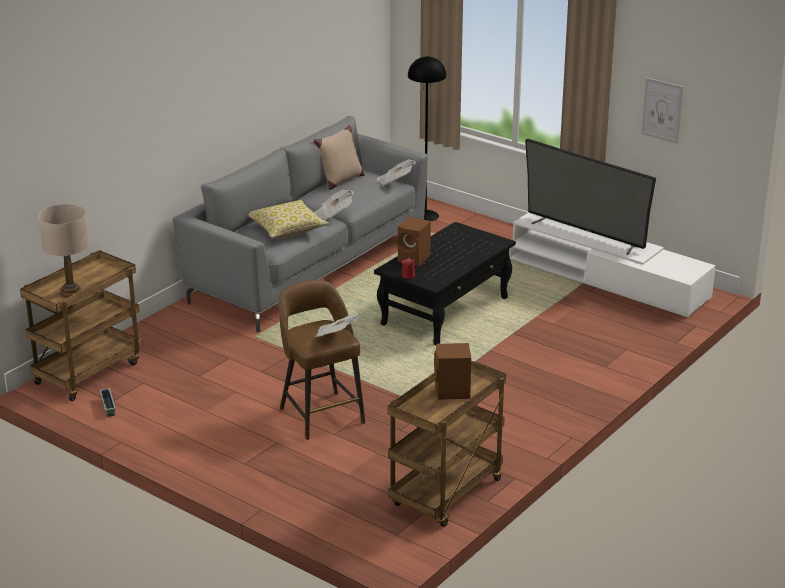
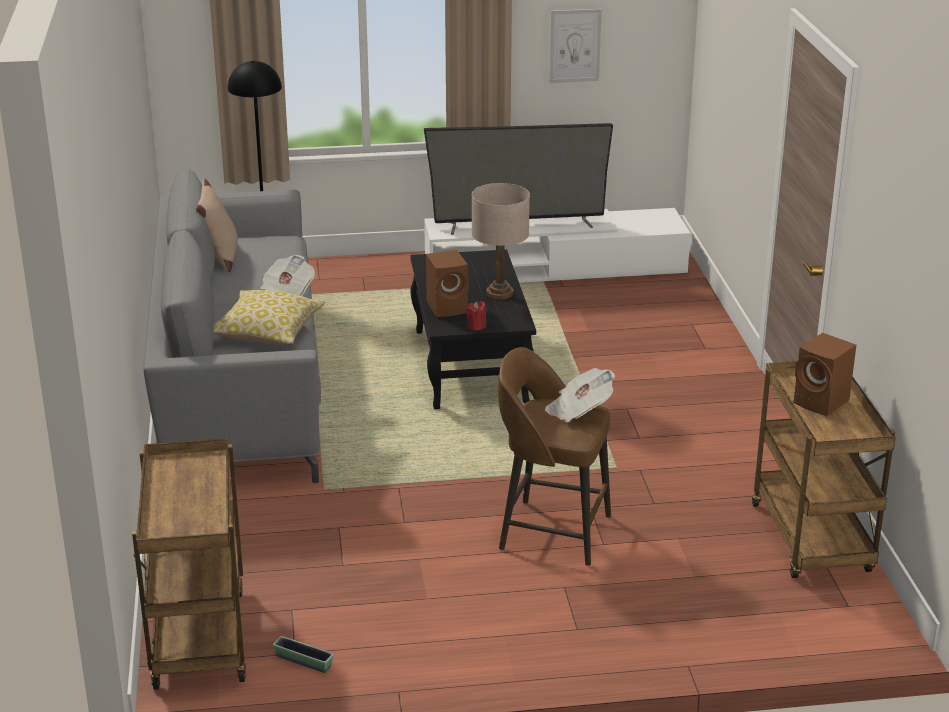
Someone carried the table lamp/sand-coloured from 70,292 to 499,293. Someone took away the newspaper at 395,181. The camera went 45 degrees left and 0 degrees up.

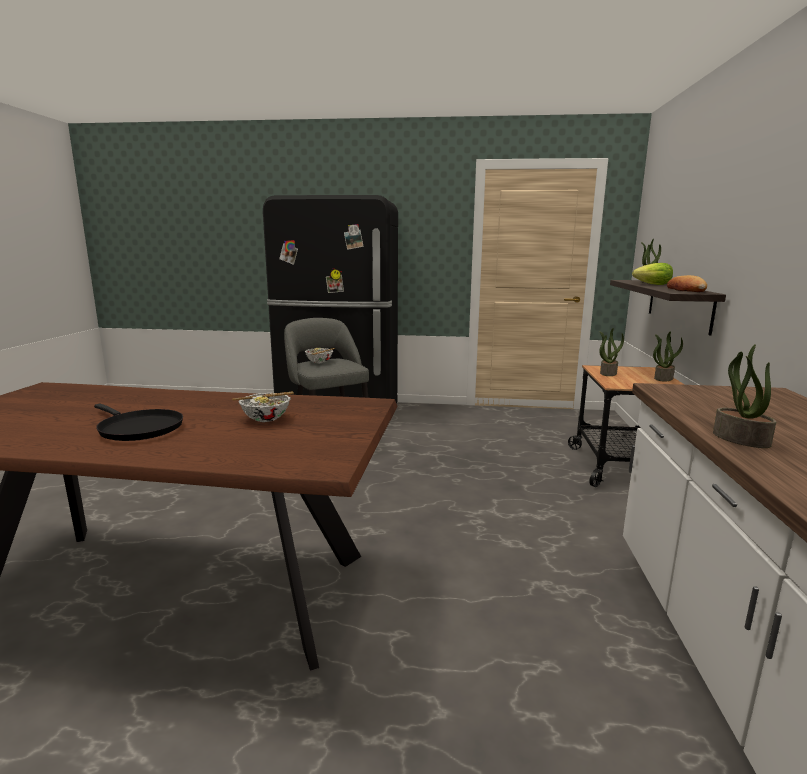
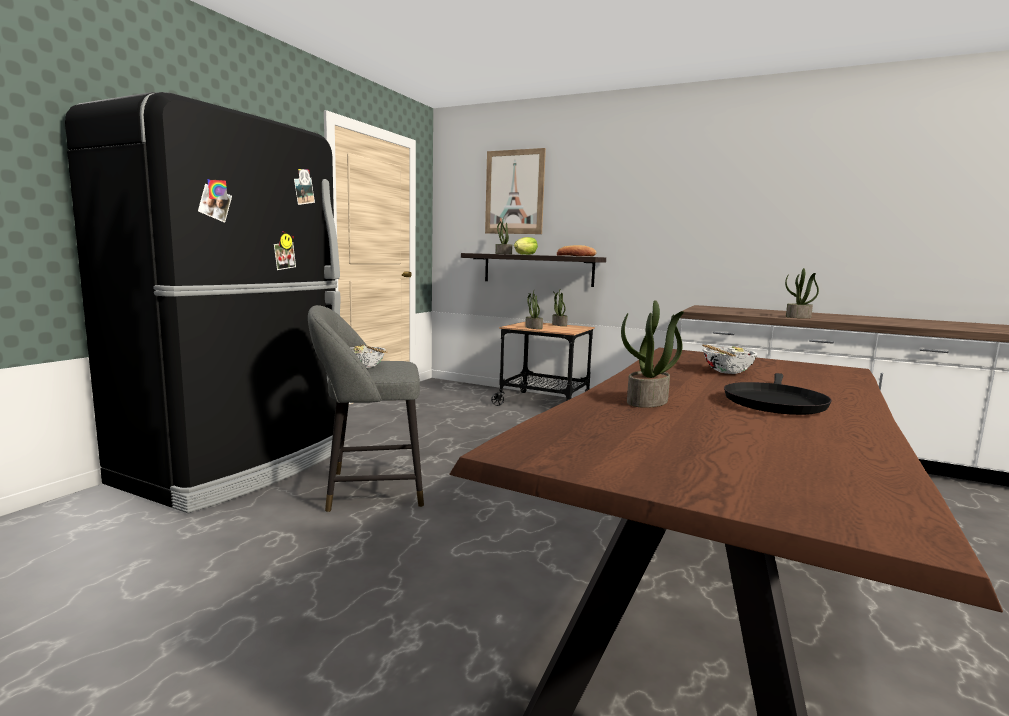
Someone rotated the frying pan/black-coloured at 138,428 by 150 degrees clockwise. Someone put up the picture at 514,192. Someone put down the potted plant at 648,402. The camera went 70 degrees left and 5 degrees down.

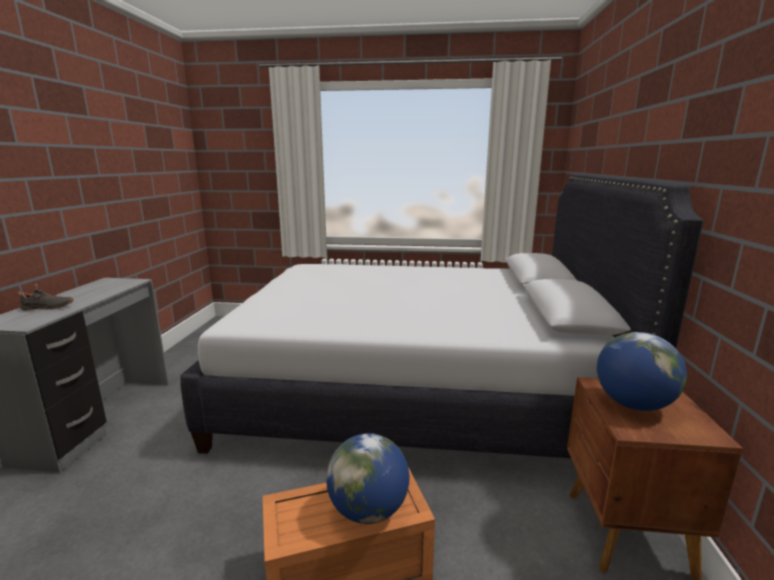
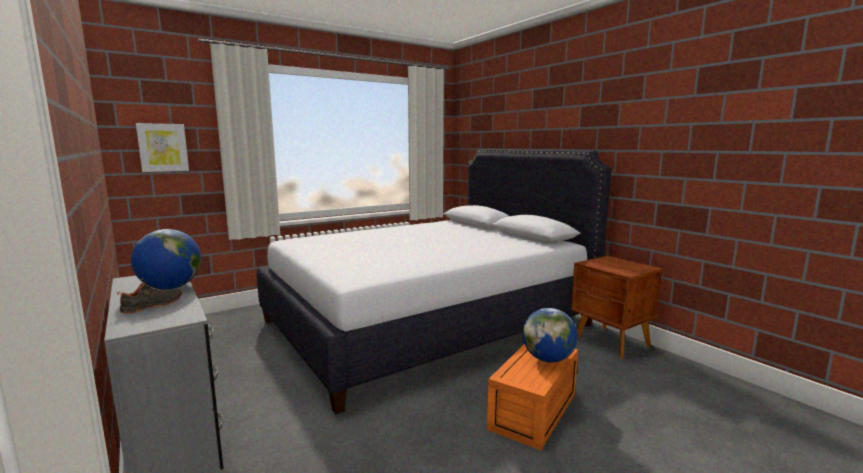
Someone carried the world globe from 633,404 to 171,287. Someone put up the picture at 163,147. The camera went 40 degrees left and 5 degrees down.

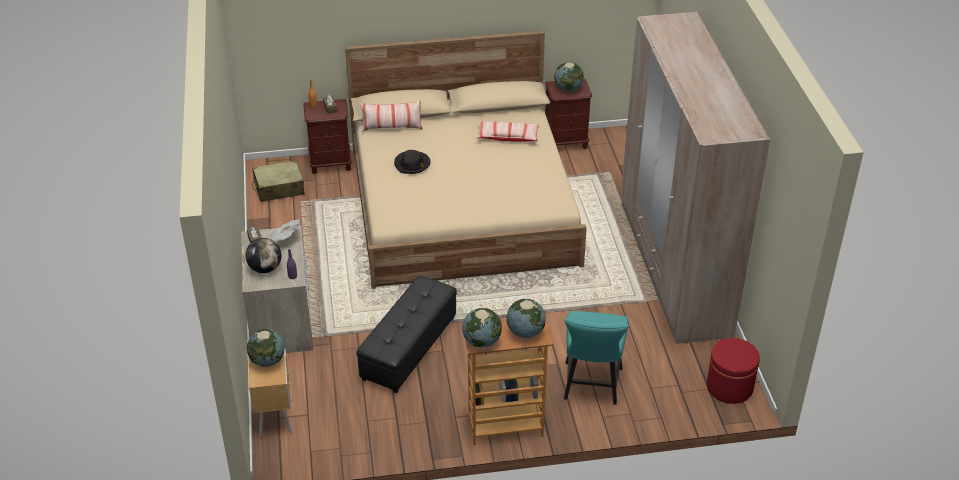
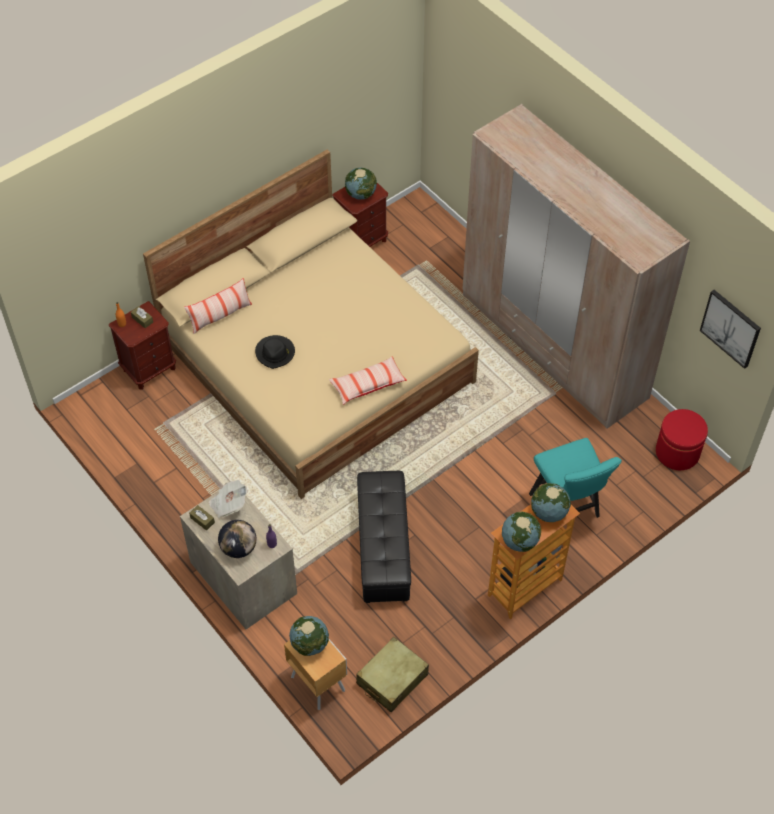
Someone carried the travel case/sand-coloured from 278,188 to 392,679. Someone carried the throw pillow from 507,137 to 368,384. Someone put up the picture at 731,328. The camera went 30 degrees left and 15 degrees up.

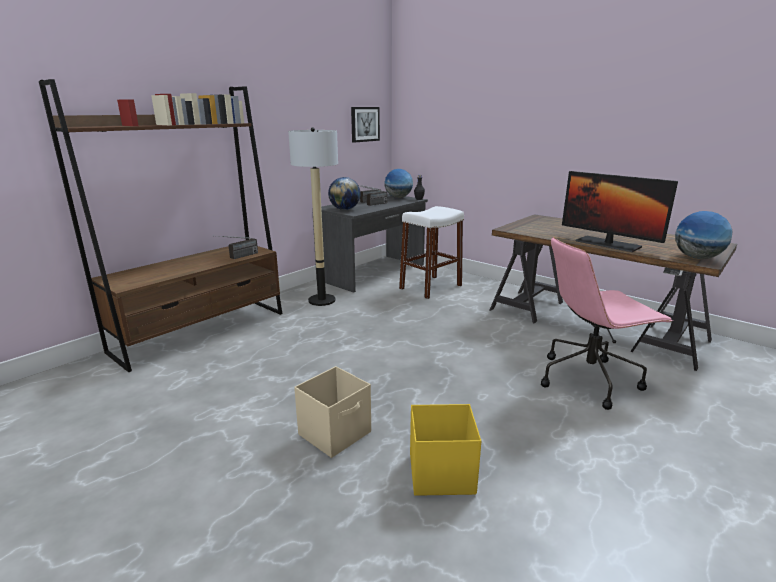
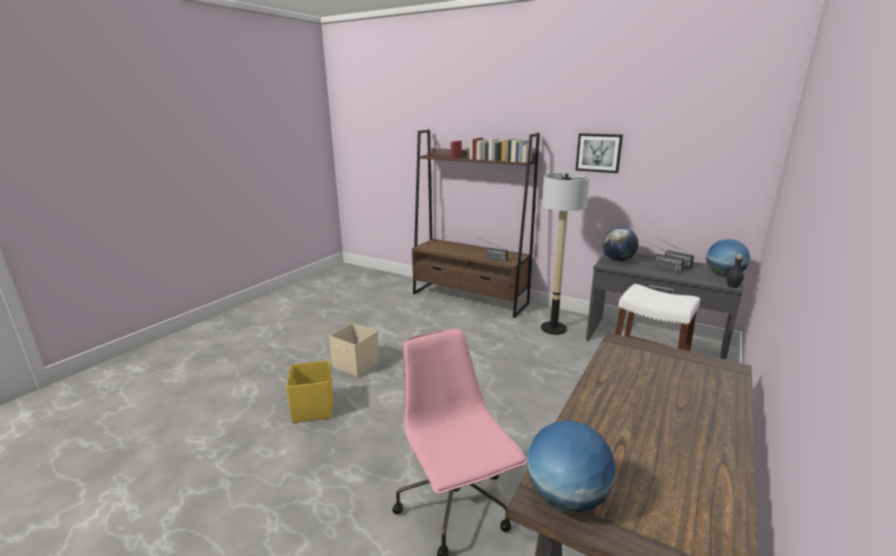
Someone carried the picture from 364,124 to 598,152. Someone took away the computer screen at 607,244. The camera went 80 degrees right and 0 degrees up.

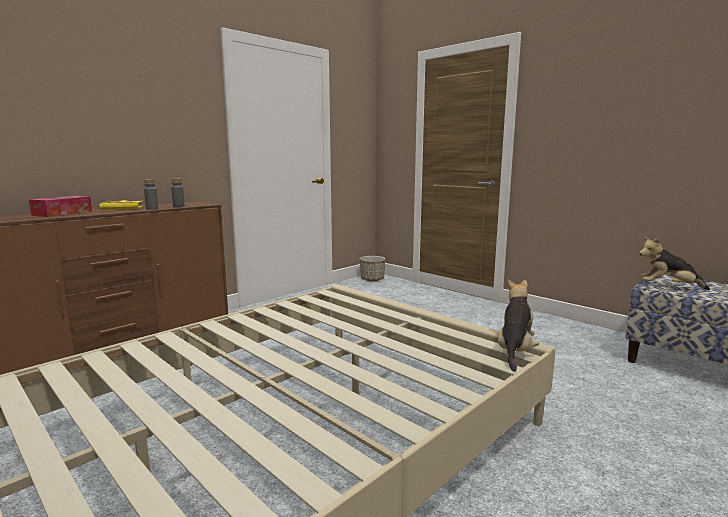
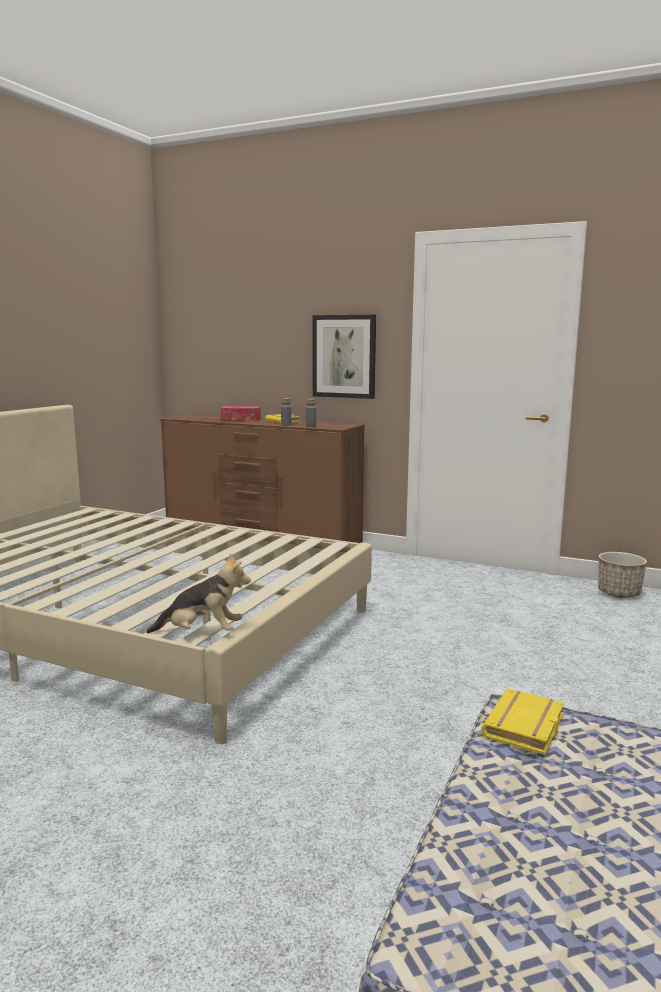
Someone swapped the cuddly toy at 668,287 for the bound book/yellow at 526,728. Someone put up the picture at 344,356. The camera went 70 degrees right and 0 degrees up.

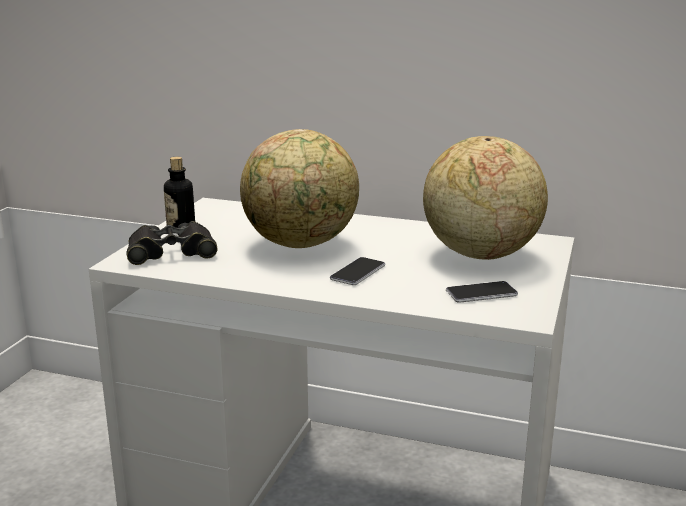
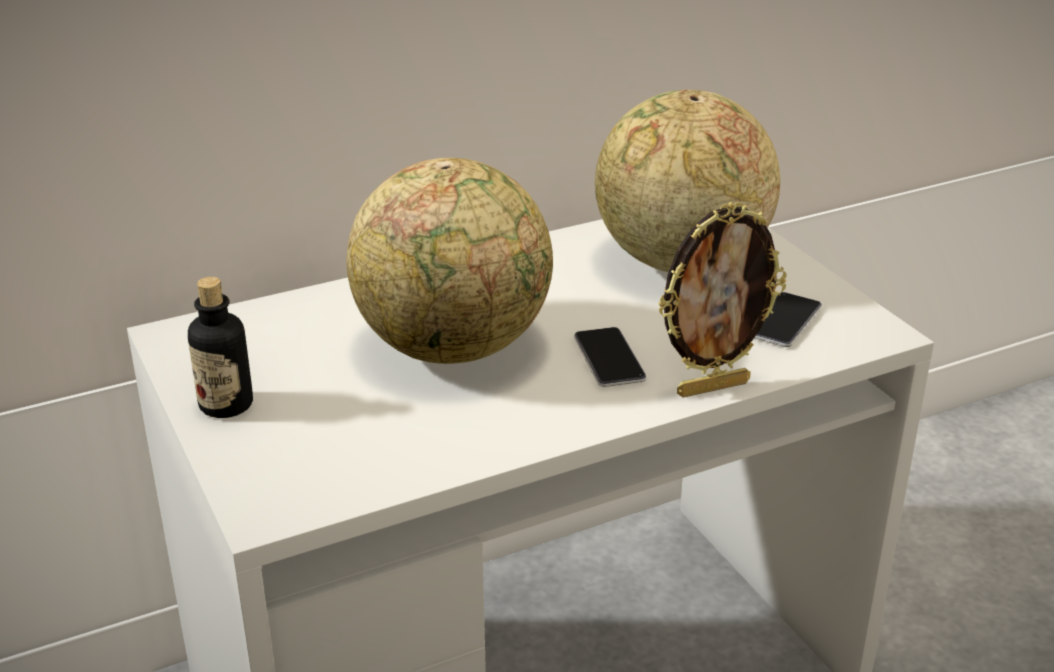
Someone took away the field glasses/black-coloured at 171,252. Someone put down the picture frame at 712,387. The camera went 45 degrees left and 10 degrees up.

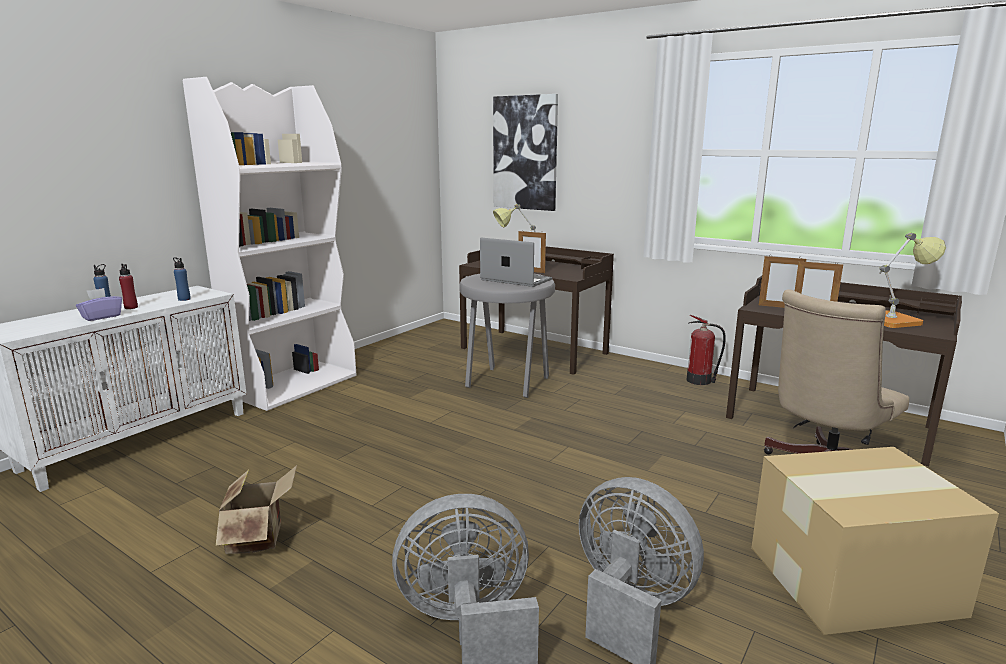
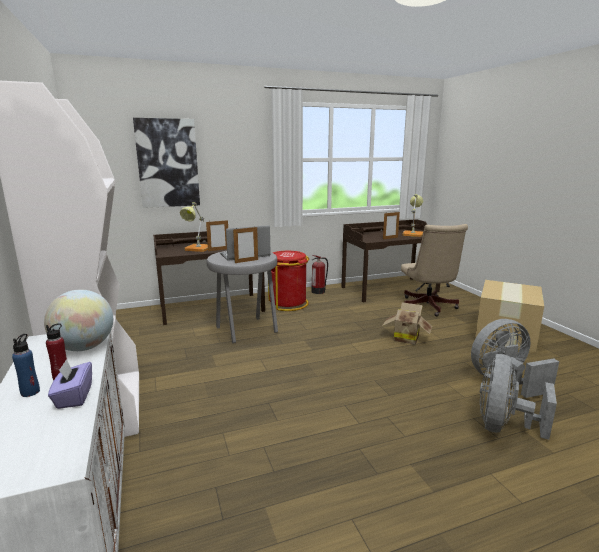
Someone swapped the bottle/bluish at 184,299 for the world globe at 84,347. Someone carried the packing box from 260,537 to 405,338. Someone carried the picture frame from 778,307 to 246,261. Someone put down the waste bin/red-coloured at 288,303. The camera went 55 degrees left and 0 degrees up.

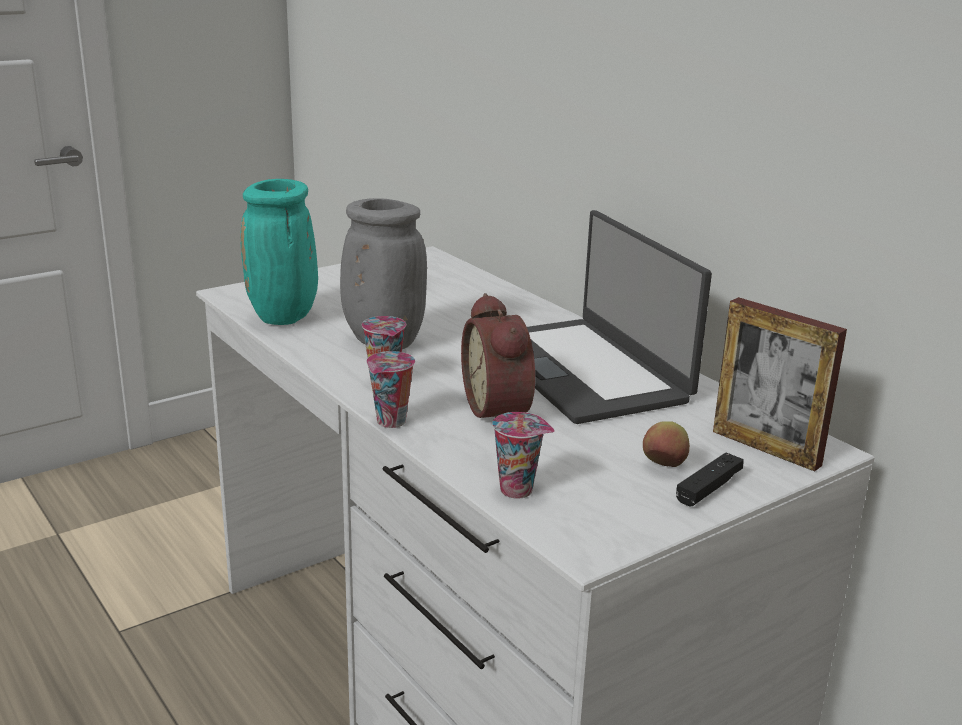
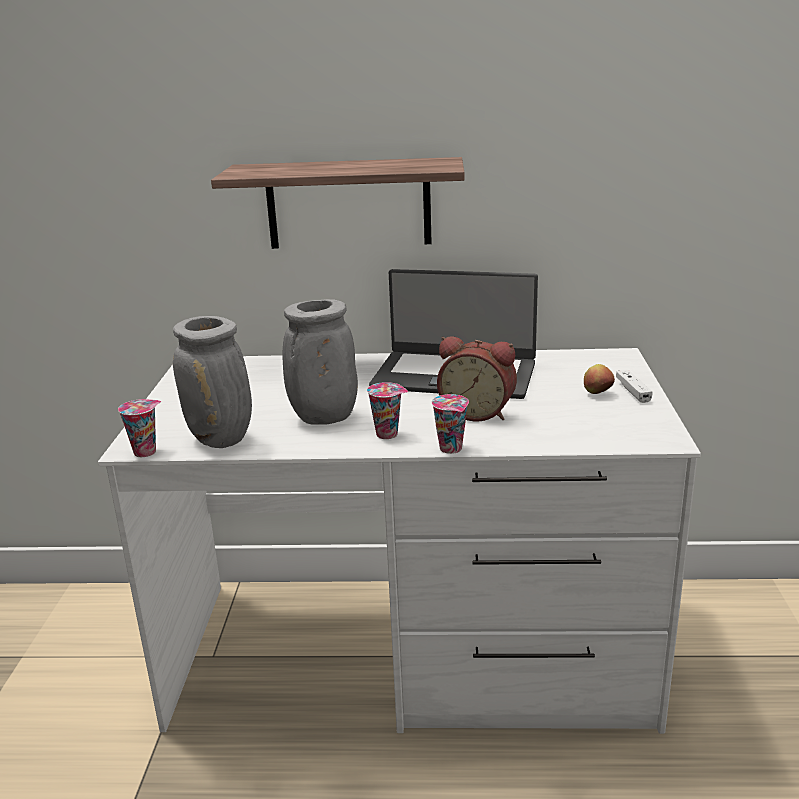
Someone repainted the decorative vase/turquoise at 284,318, which became the decorative vase/gray at 222,440. Someone carried the cup from 519,490 to 146,451. Someone repainted the joypad/black-coloured at 709,488, which became the joypad/white at 633,391. Someone took away the picture frame at 765,448. Someone put up the wall shelf at 348,204. The camera went 50 degrees left and 0 degrees up.

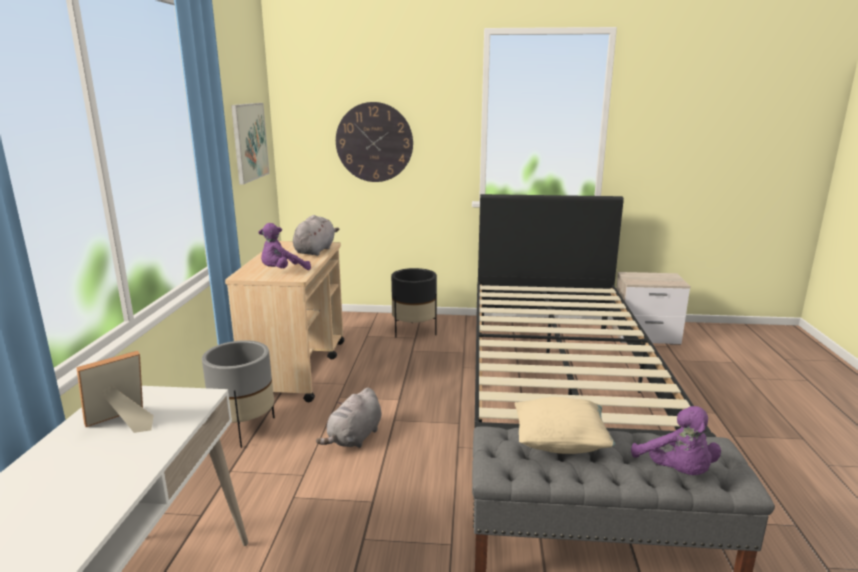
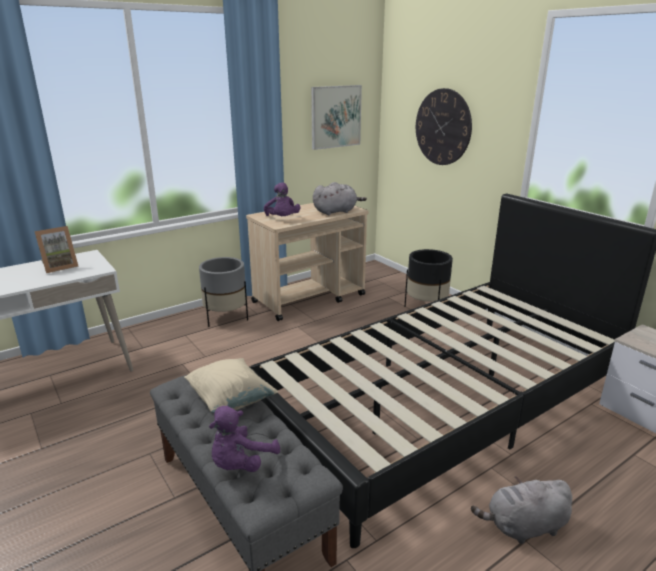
Someone rotated the picture frame at 120,424 by 135 degrees clockwise. Someone rotated the cuddly toy/purple-coloured at 282,271 by 120 degrees counterclockwise. Someone carried the cuddly toy/gray from 354,438 to 523,527. The camera went 50 degrees right and 5 degrees up.

